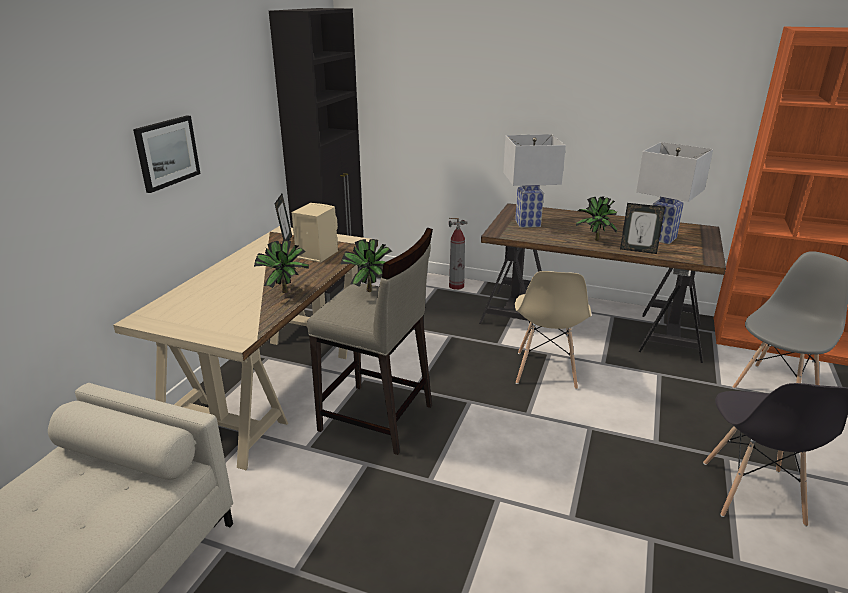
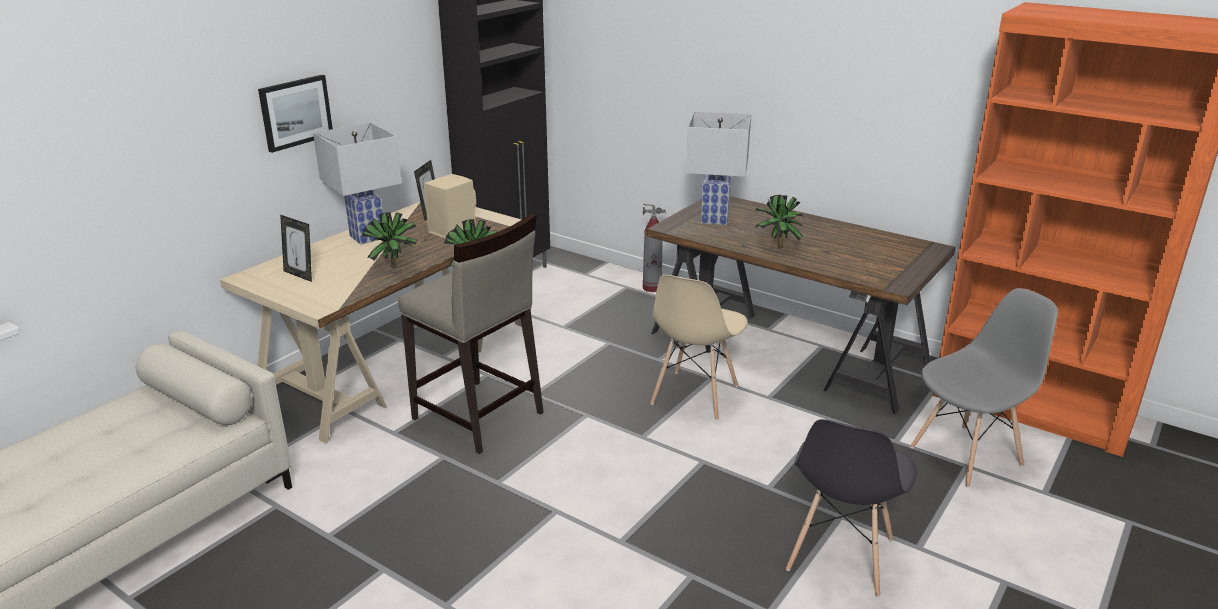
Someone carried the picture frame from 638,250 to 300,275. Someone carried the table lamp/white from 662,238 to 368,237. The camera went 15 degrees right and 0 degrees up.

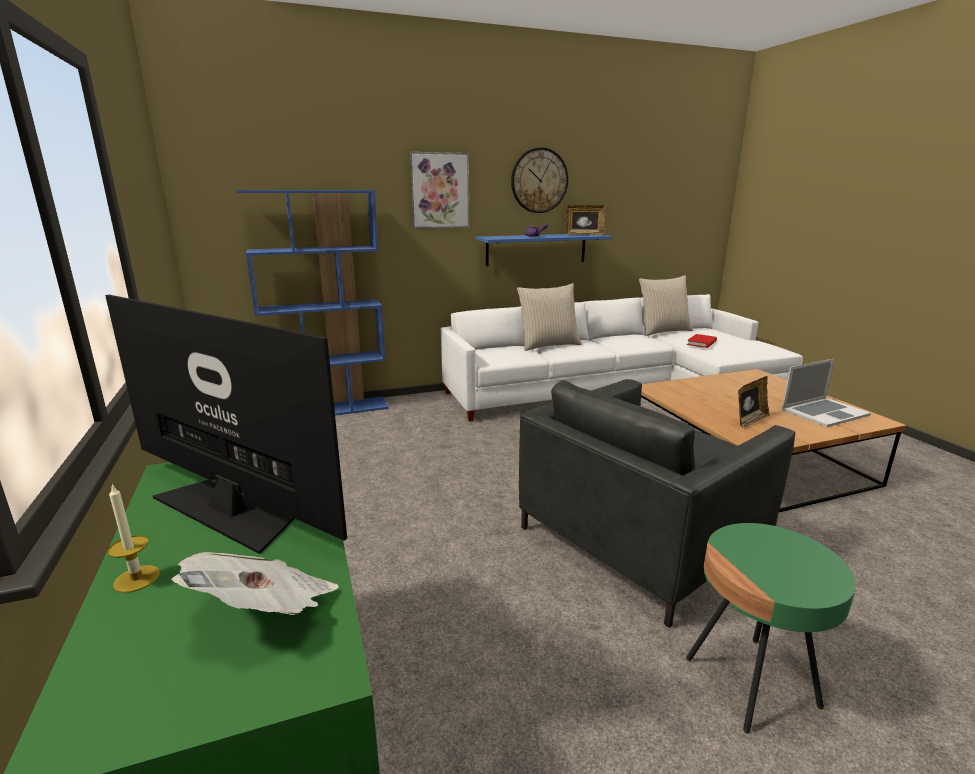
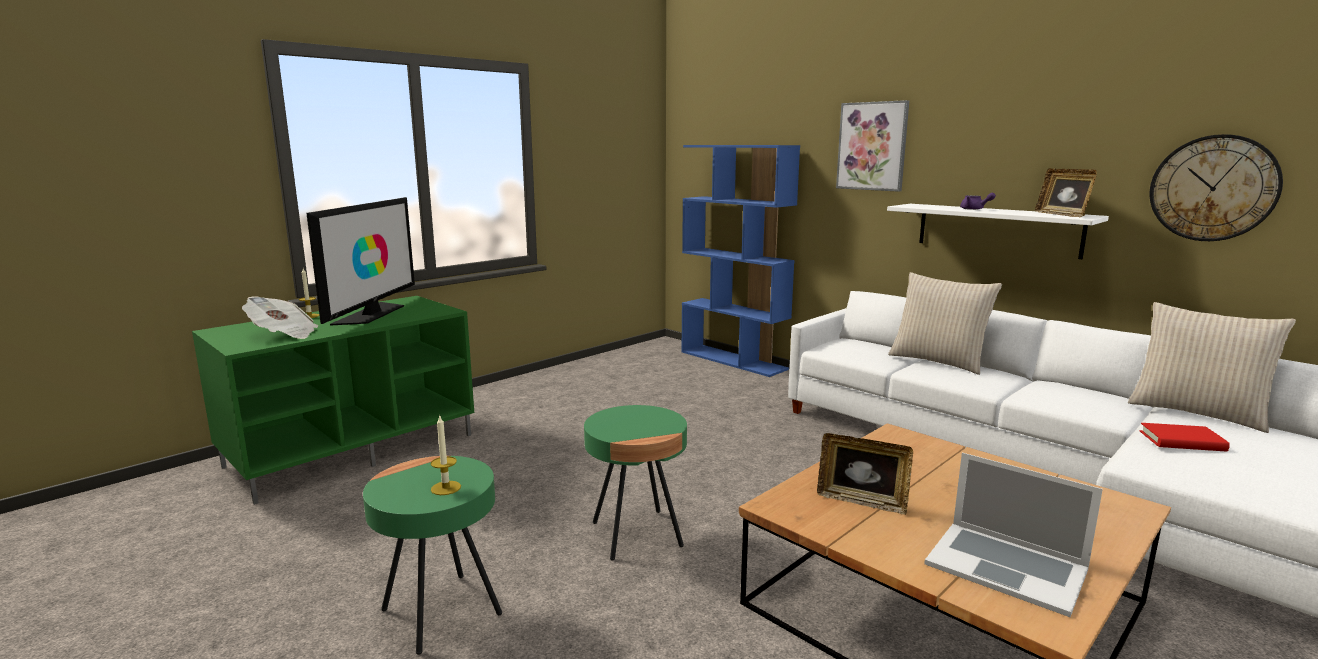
Someone repainted the wall shelf/bluish at 536,249, which became the wall shelf/white at 997,229. Someone carried the wall clock from 539,180 to 1213,188. Someone swapped the lounge chair/gray at 638,538 for the accent table/greenish at 636,534. Someone put down the candle at 446,488. The camera went 65 degrees right and 5 degrees down.

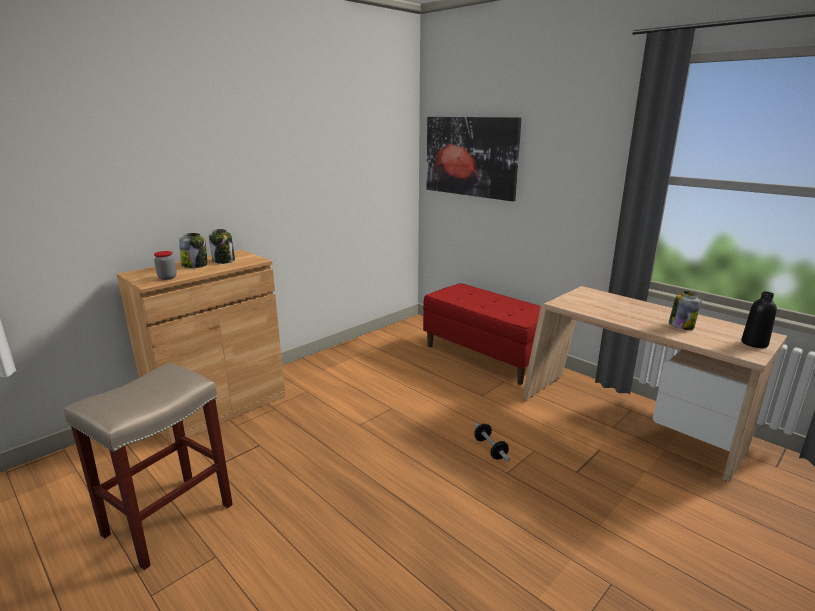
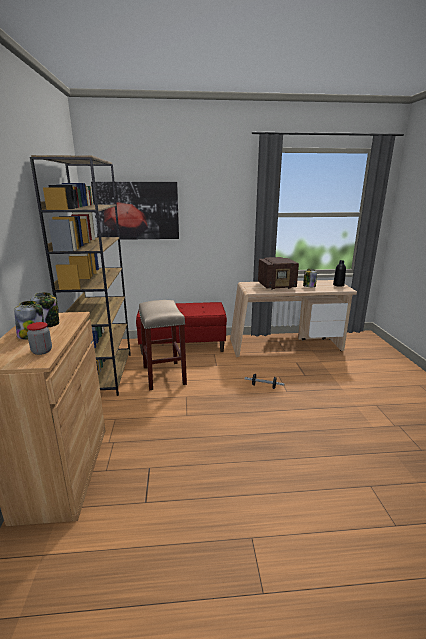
Someone carried the stool/sand-coloured from 168,521 to 164,375. Someone put down the shelving unit/brown-coloured at 103,373. Someone put down the radio at 277,286. The camera went 50 degrees left and 0 degrees up.

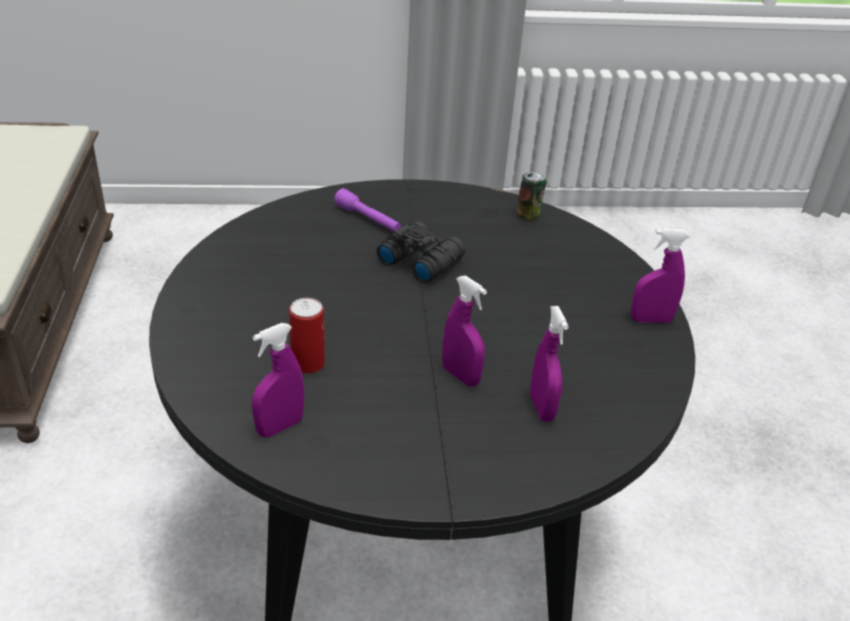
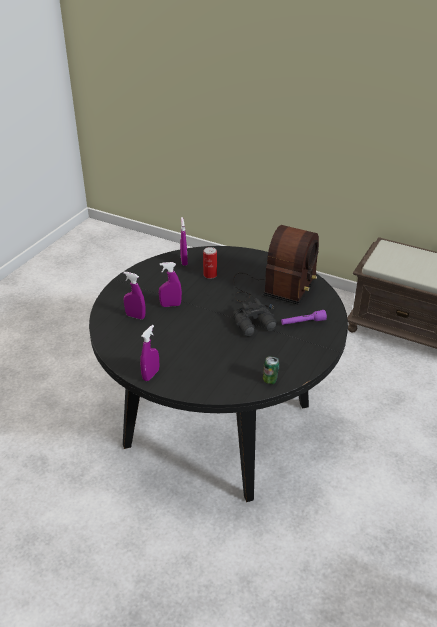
Someone put down the radio at 274,289. The camera went 125 degrees right and 0 degrees up.

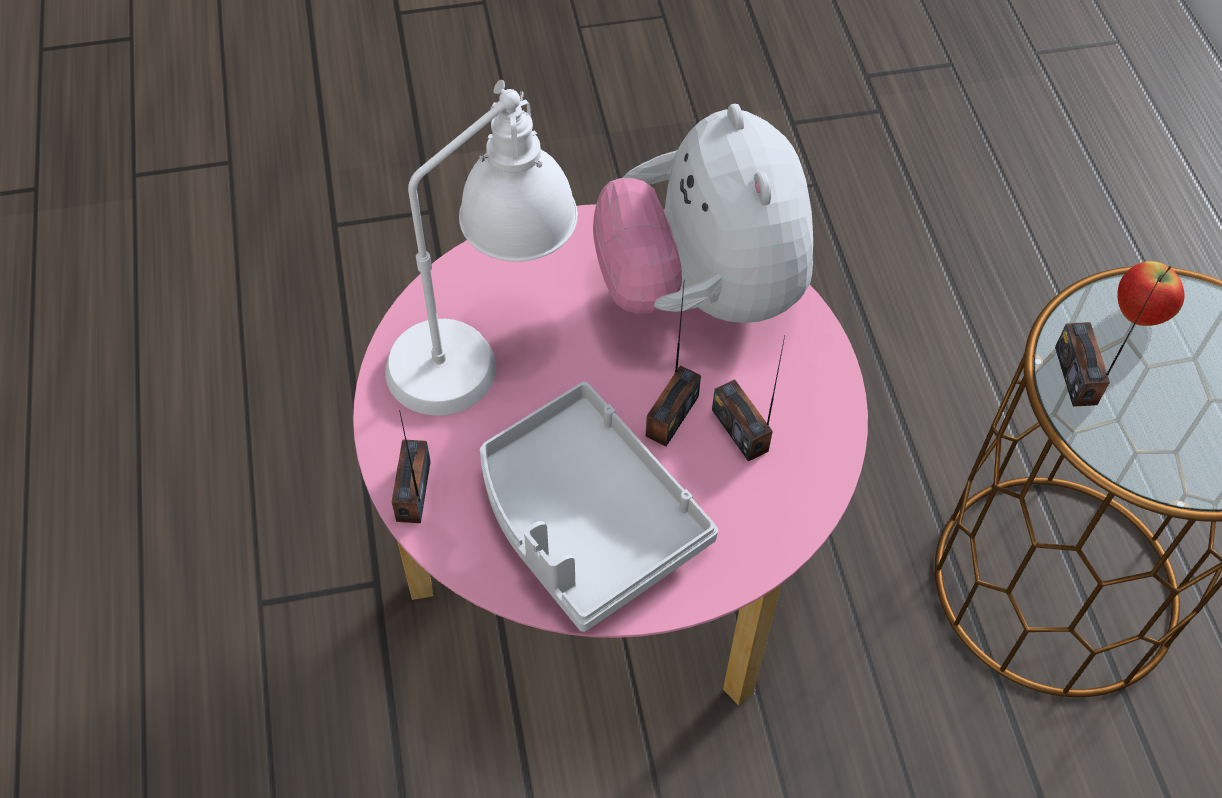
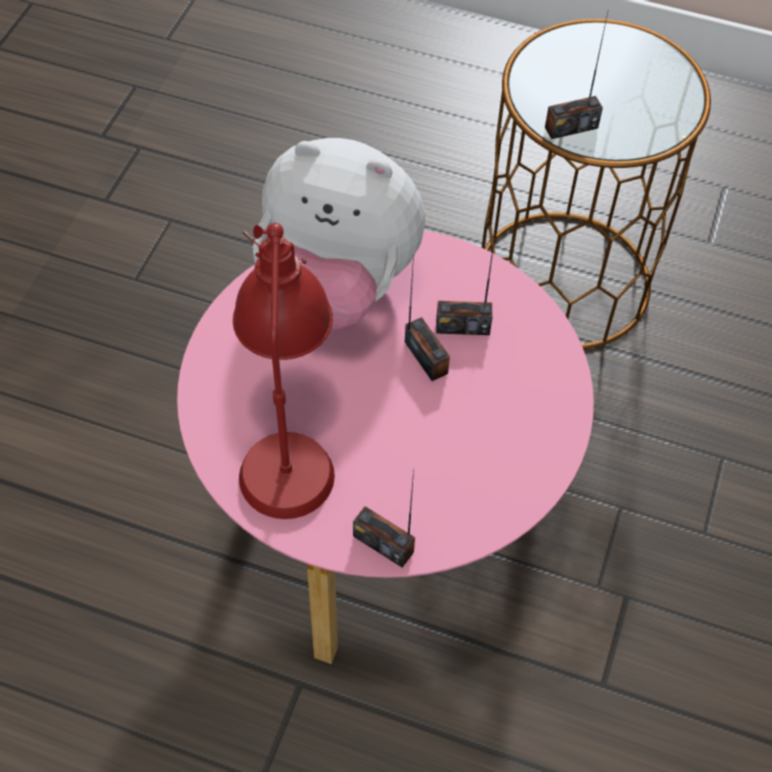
Someone repainted the table lamp/white at 483,346, which became the table lamp/red-coloured at 286,439. Someone took away the carrying tray/gray at 585,520. Someone rotated the radio at 1076,375 by 45 degrees counterclockwise. Someone took away the apple at 1138,314. The camera went 60 degrees left and 0 degrees up.

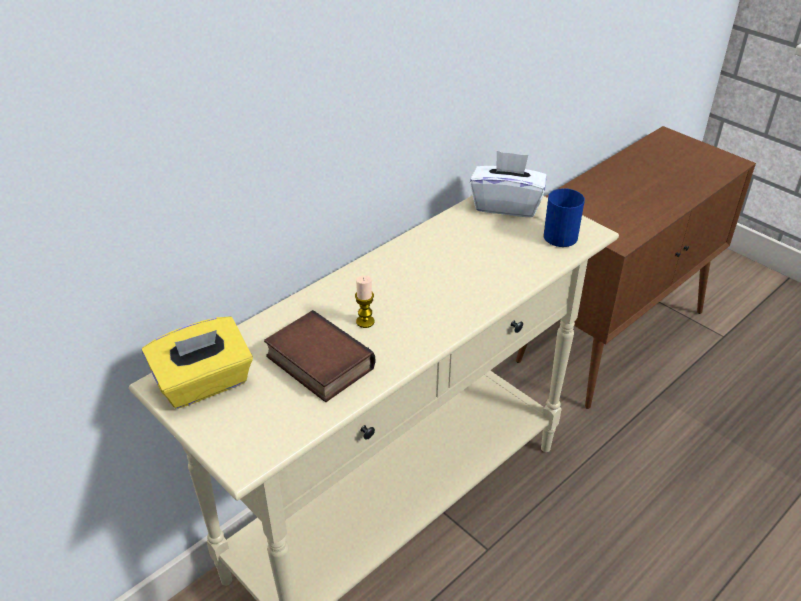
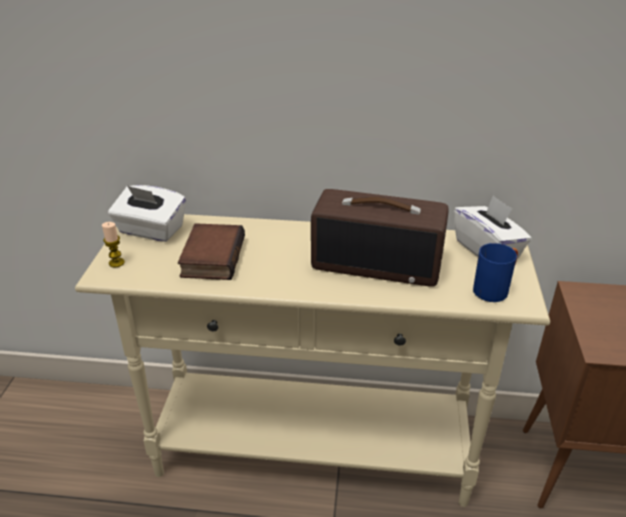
Someone repainted the tissue box/yellow at 204,383, which became the tissue box/white at 151,230. Someone carried the candle from 365,321 to 116,263. Someone put down the radio at 378,263. The camera went 50 degrees right and 5 degrees down.

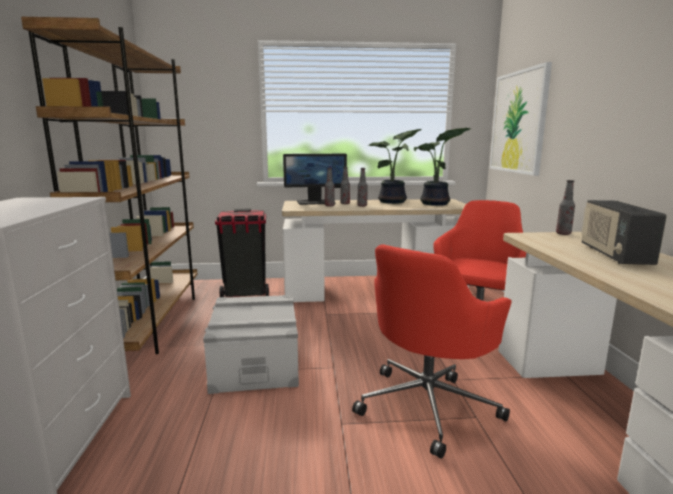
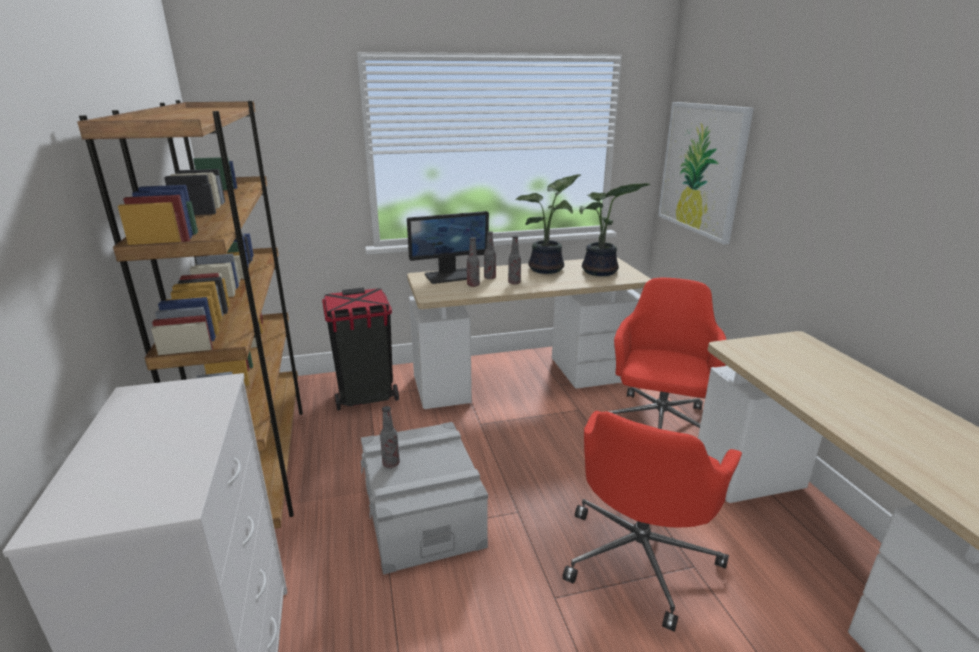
Someone carried the bottle from 563,234 to 391,463. Someone took away the radio at 613,255. The camera went 10 degrees left and 10 degrees up.

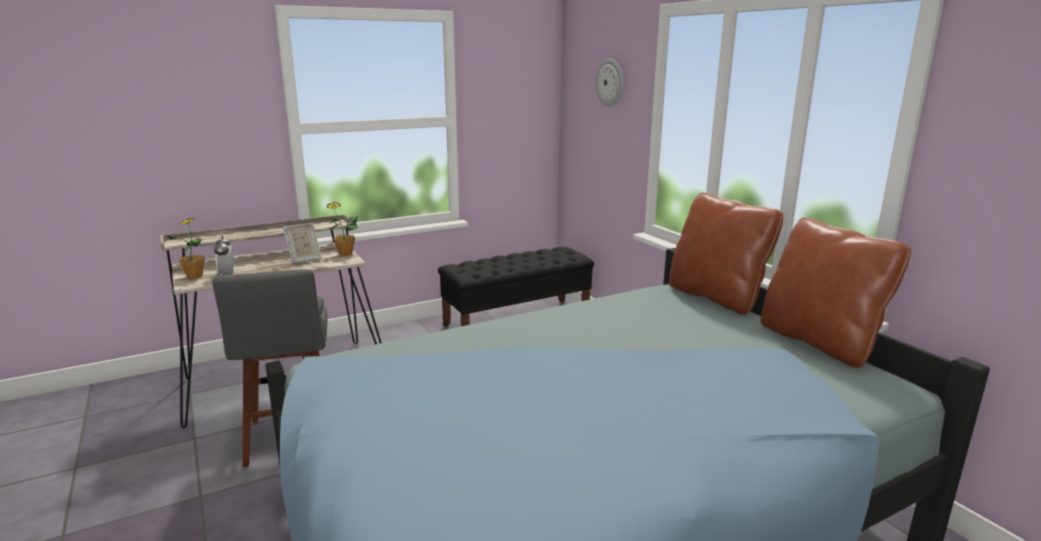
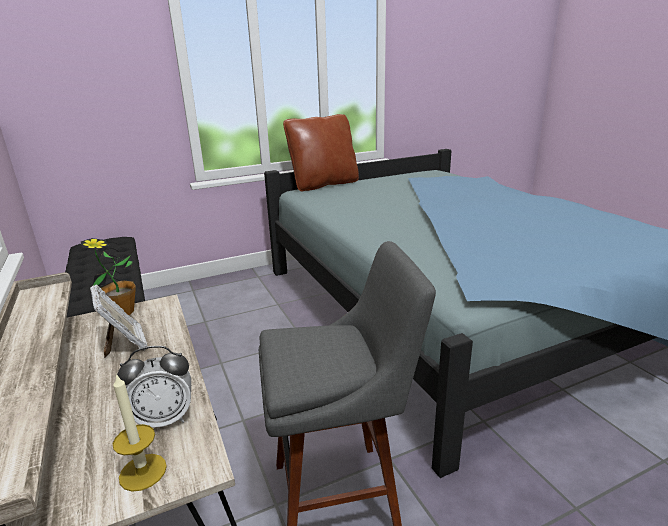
Someone swapped the potted plant at 194,276 for the candle at 143,472. Someone took away the wall clock at 610,82. Someone took away the throw pillow/brown-coloured at 819,342. The camera went 85 degrees left and 5 degrees up.

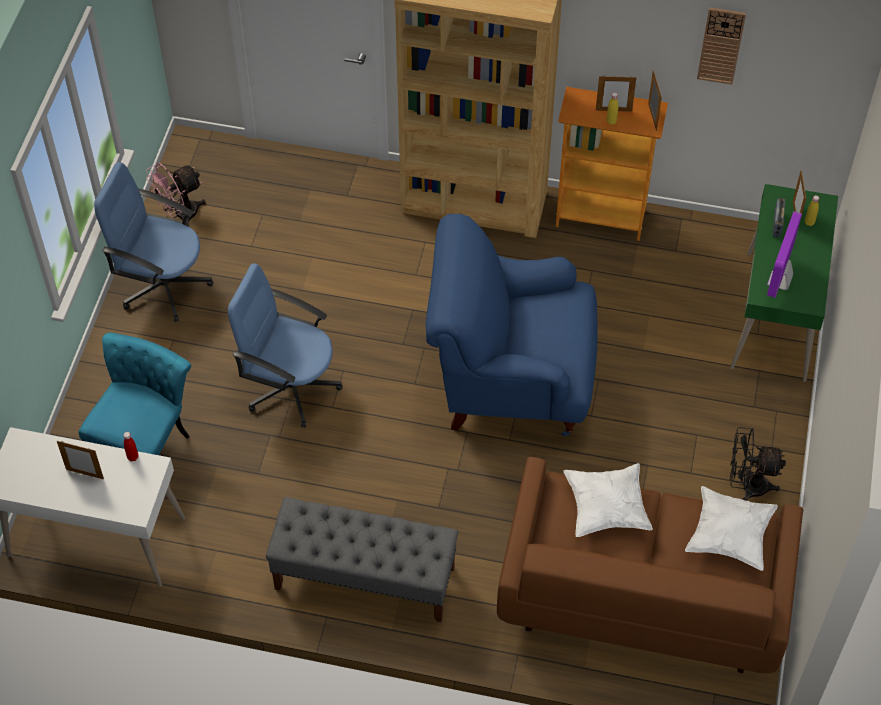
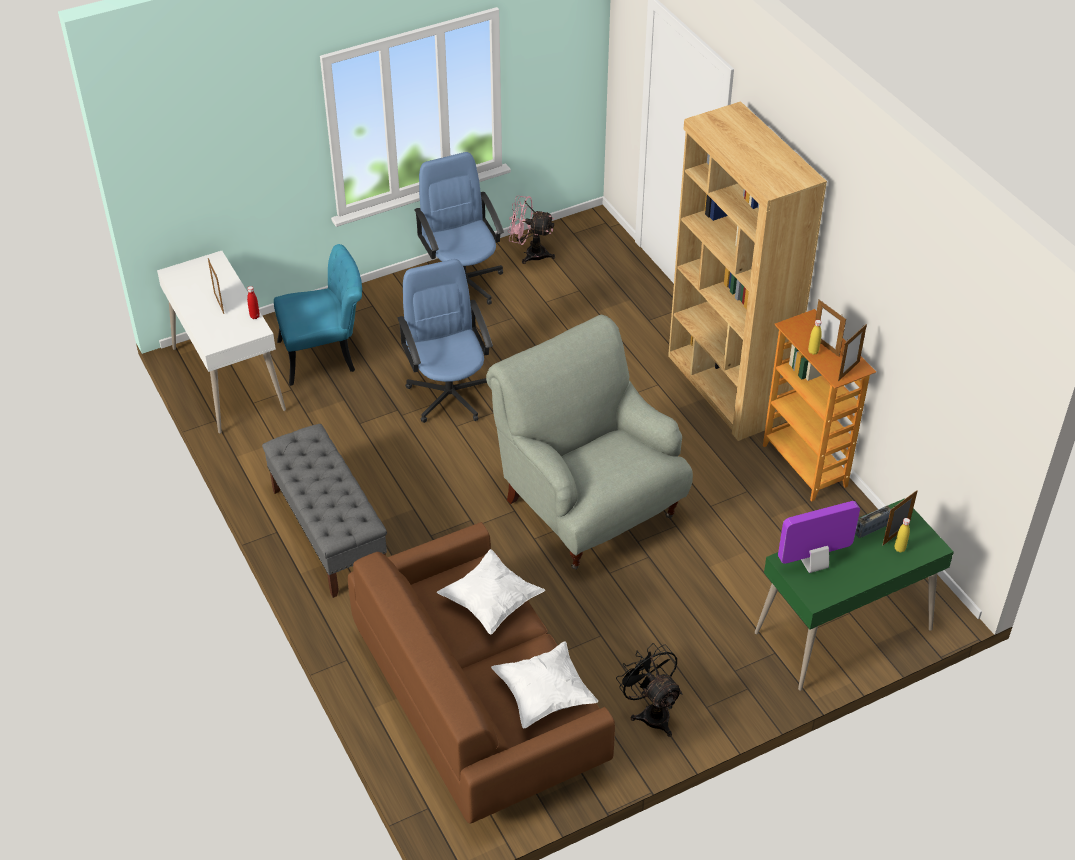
Someone repainted the lounge chair/bluish at 511,381, which became the lounge chair/gray at 588,507. Someone took away the wall clock at 721,45. The camera went 50 degrees right and 10 degrees down.

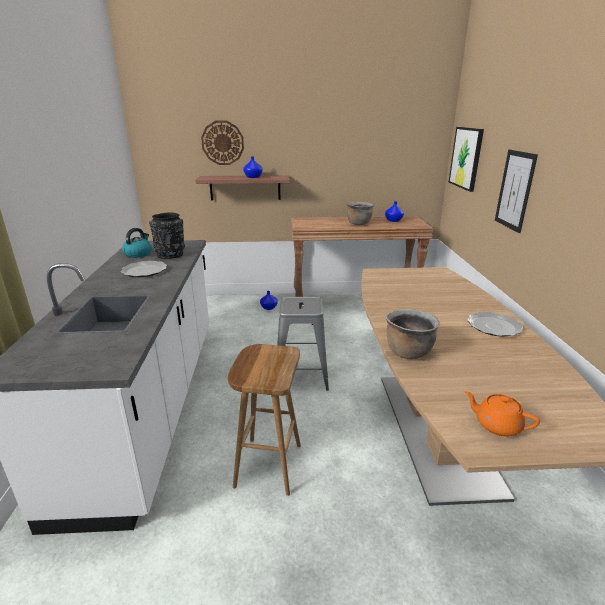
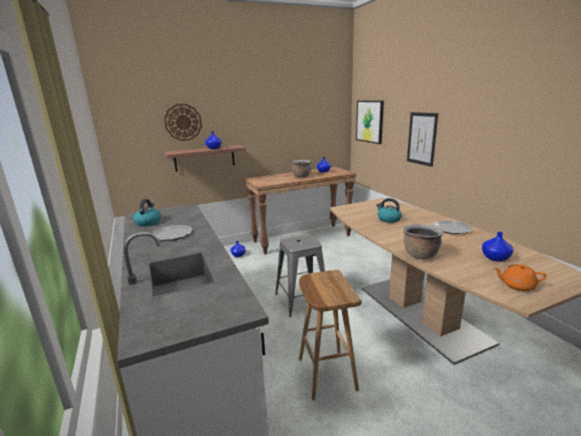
Someone took away the decorative vase/black-coloured at 170,254. Someone put down the water kettle at 388,219. Someone put down the decorative vase/bluish at 496,258. The camera went 20 degrees left and 5 degrees down.

